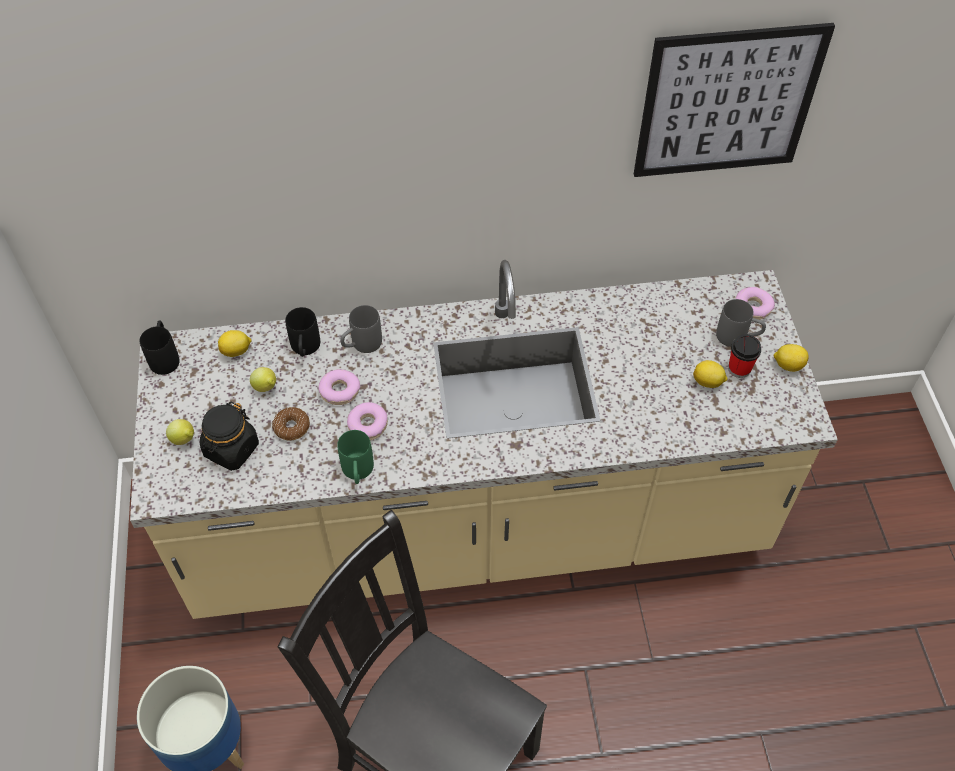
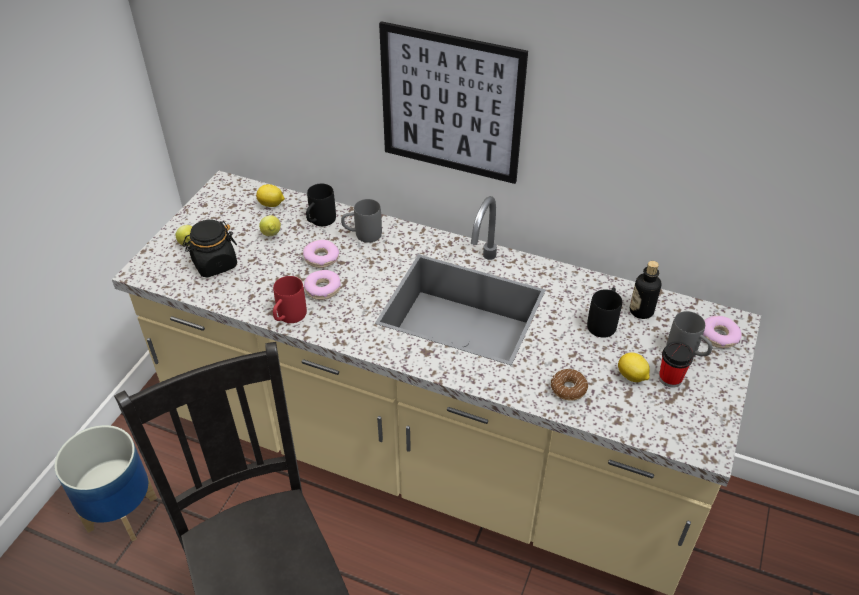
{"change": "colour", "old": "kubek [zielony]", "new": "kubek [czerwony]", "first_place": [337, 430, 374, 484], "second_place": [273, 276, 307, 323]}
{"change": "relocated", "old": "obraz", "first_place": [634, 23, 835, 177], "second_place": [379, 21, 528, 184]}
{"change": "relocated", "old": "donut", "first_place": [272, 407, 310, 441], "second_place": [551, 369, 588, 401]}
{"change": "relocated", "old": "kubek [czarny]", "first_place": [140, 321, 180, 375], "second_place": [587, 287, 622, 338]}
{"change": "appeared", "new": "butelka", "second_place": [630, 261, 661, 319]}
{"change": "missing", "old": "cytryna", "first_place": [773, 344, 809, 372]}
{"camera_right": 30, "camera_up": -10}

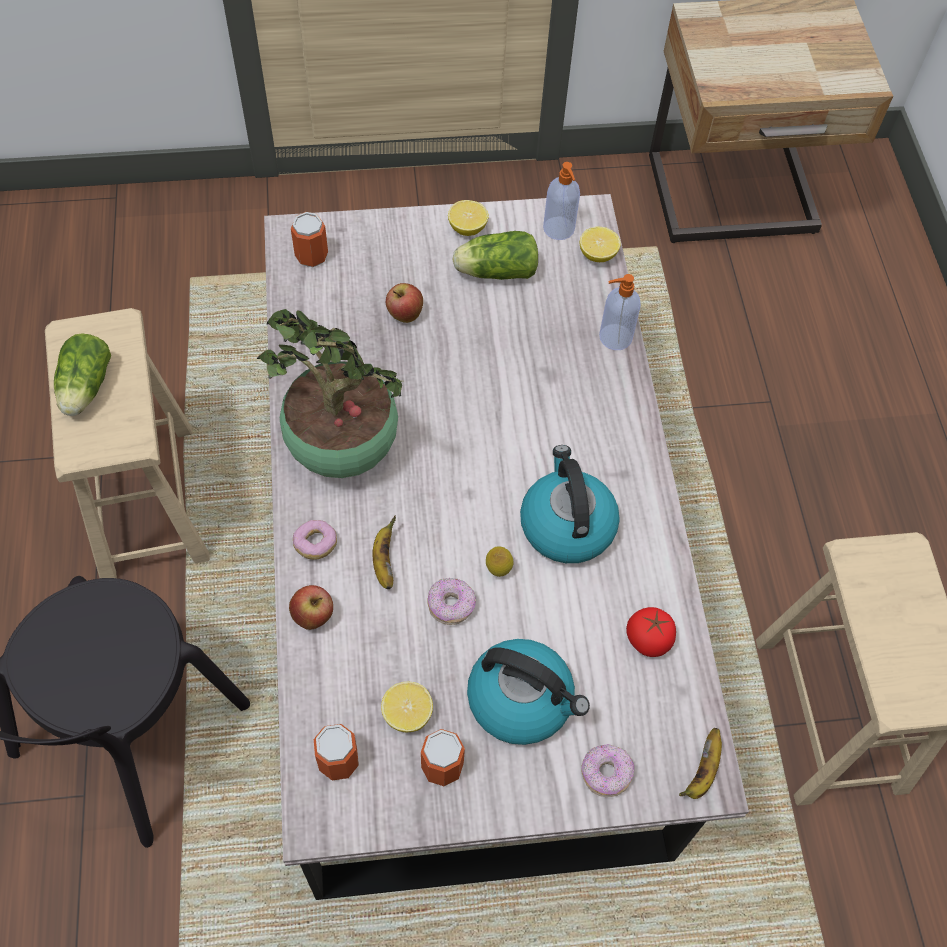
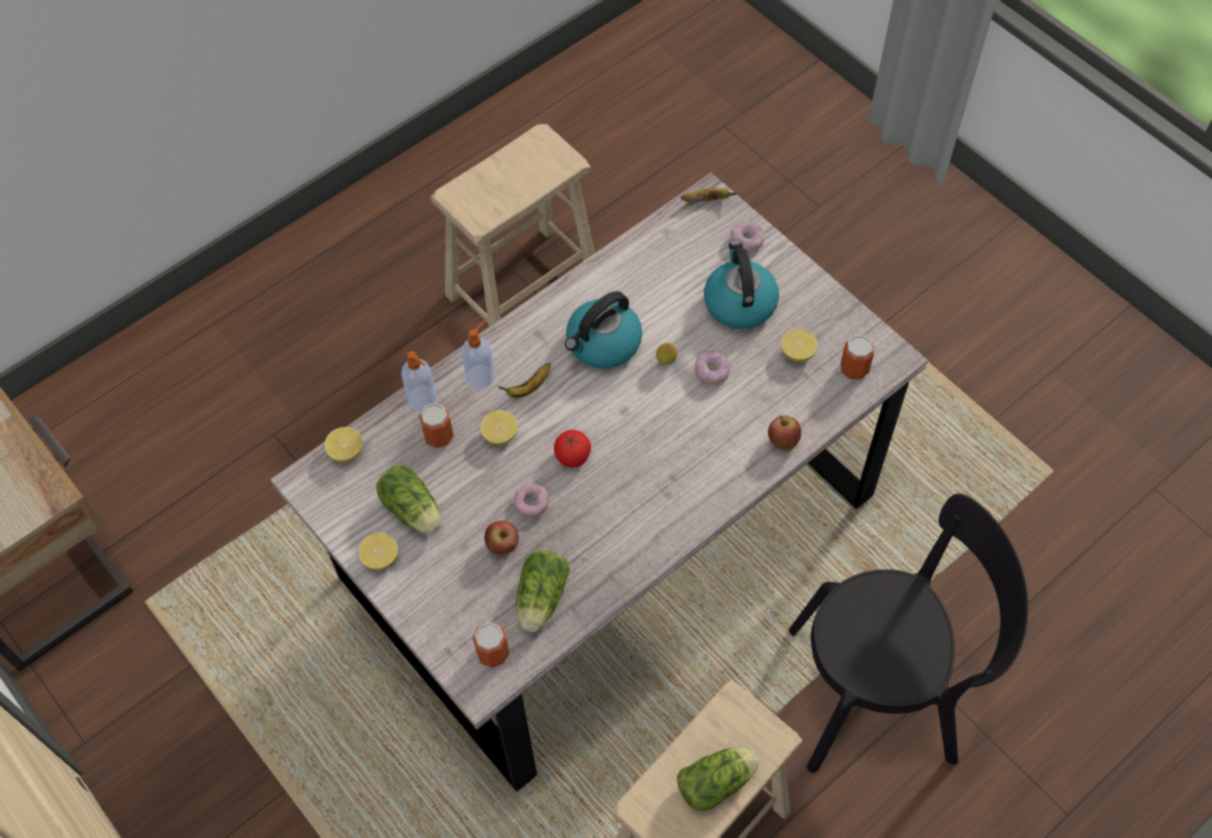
{"change": "relocated", "old": "puszka", "first_place": [421, 729, 465, 786], "second_place": [419, 403, 454, 448]}
{"change": "relocated", "old": "dozownik mydła", "first_place": [543, 162, 580, 240], "second_place": [461, 321, 495, 389]}
{"change": "appeared", "new": "cytryna", "second_place": [480, 410, 518, 445]}
{"change": "relocated", "old": "banan", "first_place": [372, 516, 396, 589], "second_place": [498, 362, 551, 398]}
{"change": "relocated", "old": "donut", "first_place": [293, 520, 337, 560], "second_place": [514, 484, 549, 518]}
{"change": "appeared", "new": "sałata", "second_place": [516, 550, 570, 632]}
{"change": "relocated", "old": "pomidor", "first_place": [626, 607, 676, 657], "second_place": [554, 430, 591, 468]}
{"change": "missing", "old": "roślina doniczkowa", "first_place": [257, 309, 402, 478]}
{"camera_right": -120, "camera_up": 0}

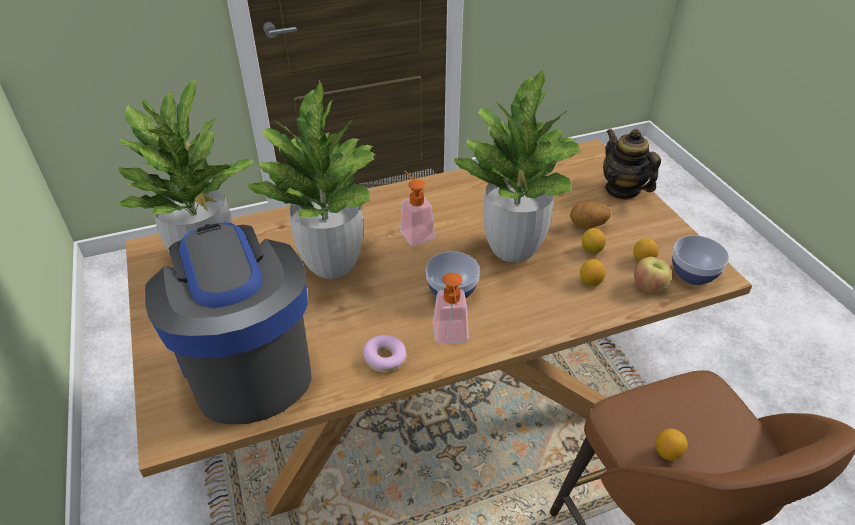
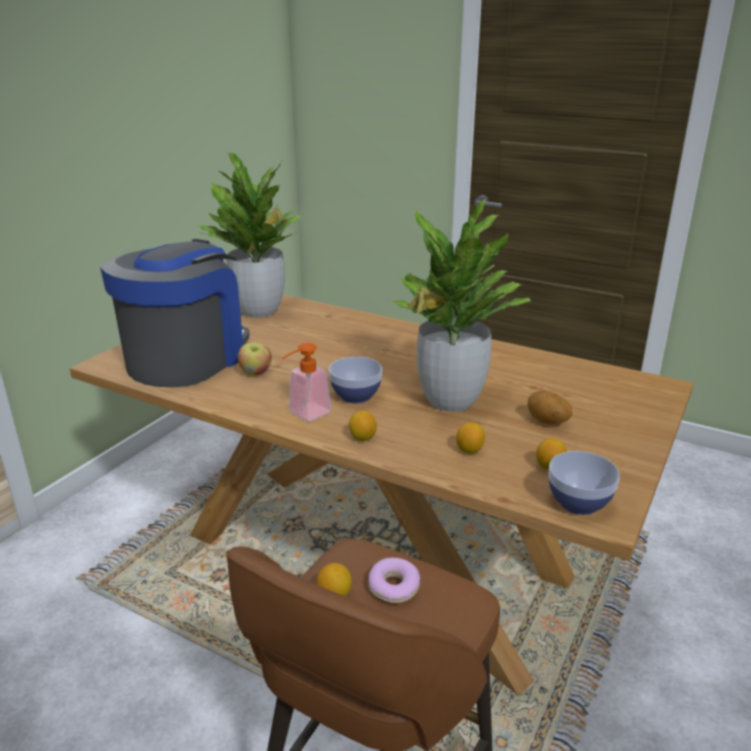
{"change": "relocated", "old": "jabłko", "first_place": [634, 257, 671, 293], "second_place": [238, 342, 272, 376]}
{"change": "relocated", "old": "cytryna", "first_place": [582, 228, 606, 253], "second_place": [349, 411, 377, 441]}
{"change": "relocated", "old": "donut", "first_place": [363, 335, 407, 372], "second_place": [369, 557, 420, 603]}
{"change": "missing", "old": "roślina doniczkowa", "first_place": [246, 80, 375, 279]}
{"change": "missing", "old": "dozownik mydła", "first_place": [400, 170, 435, 246]}
{"change": "missing", "old": "imbryk", "first_place": [603, 129, 661, 199]}
{"camera_right": 50, "camera_up": -15}

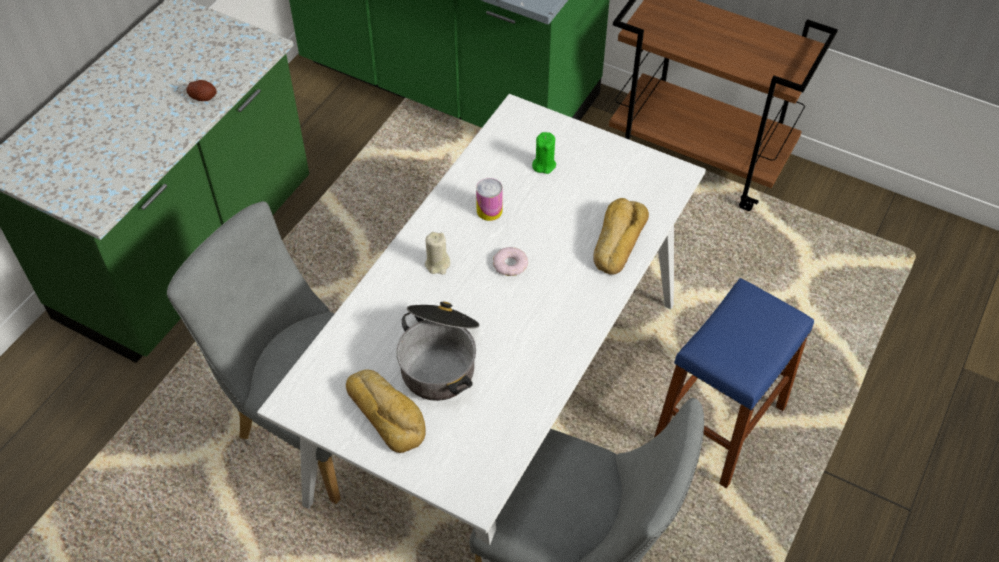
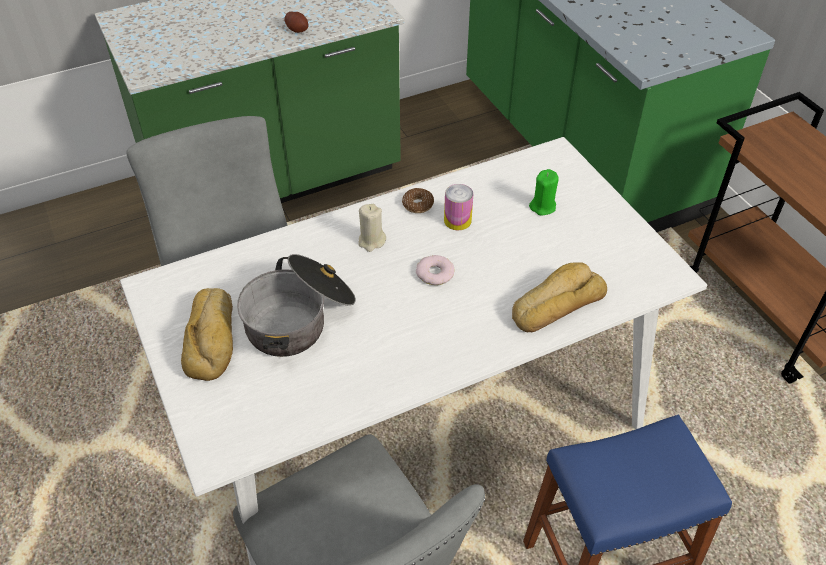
{"change": "appeared", "new": "donut", "second_place": [402, 188, 434, 213]}
{"camera_right": 35, "camera_up": -5}

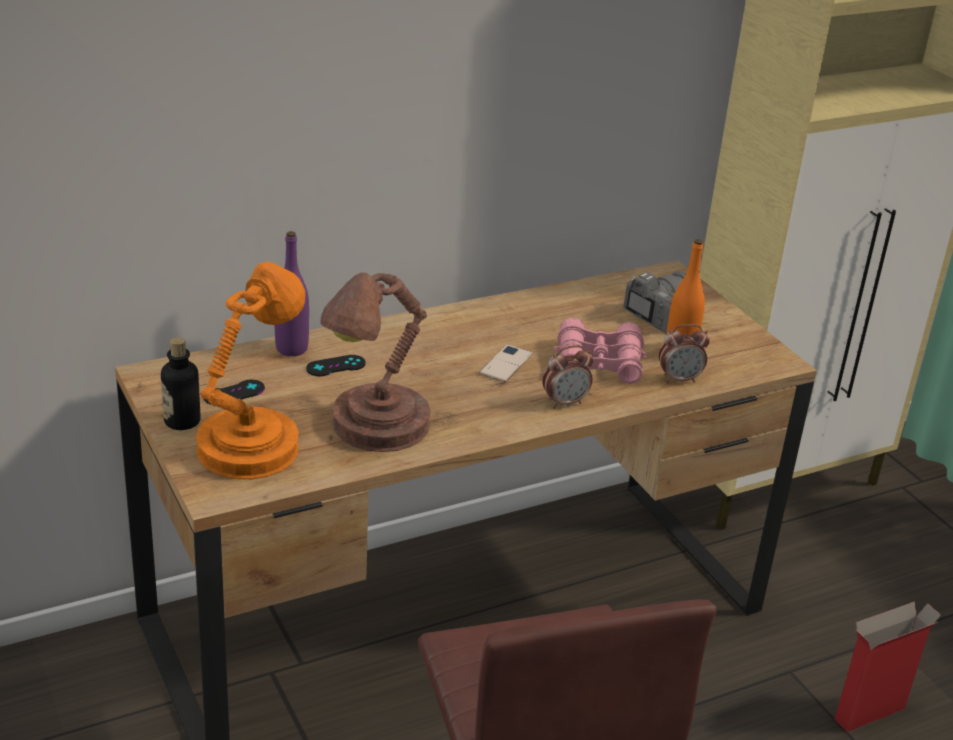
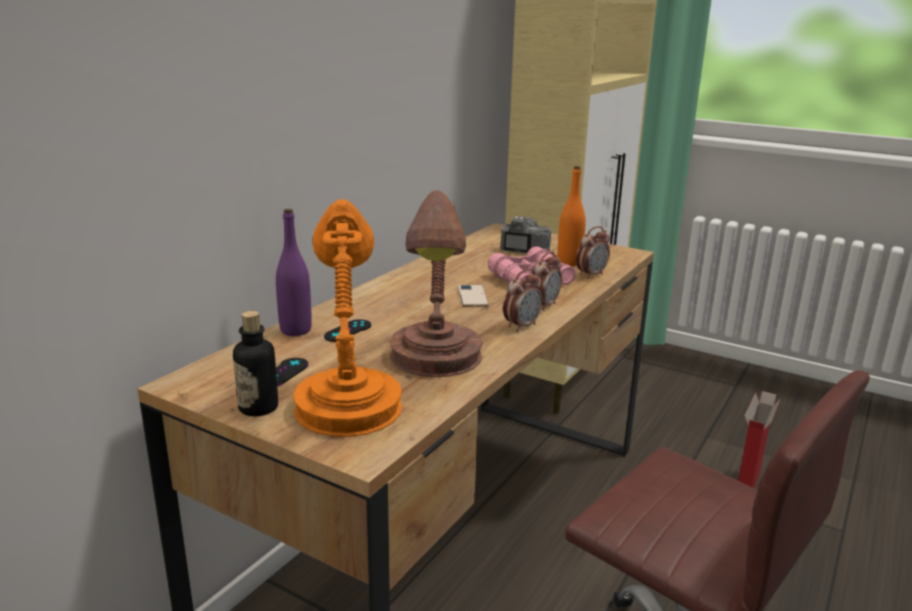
{"change": "appeared", "new": "budzik", "second_place": [503, 269, 543, 332]}
{"camera_right": -30, "camera_up": -10}

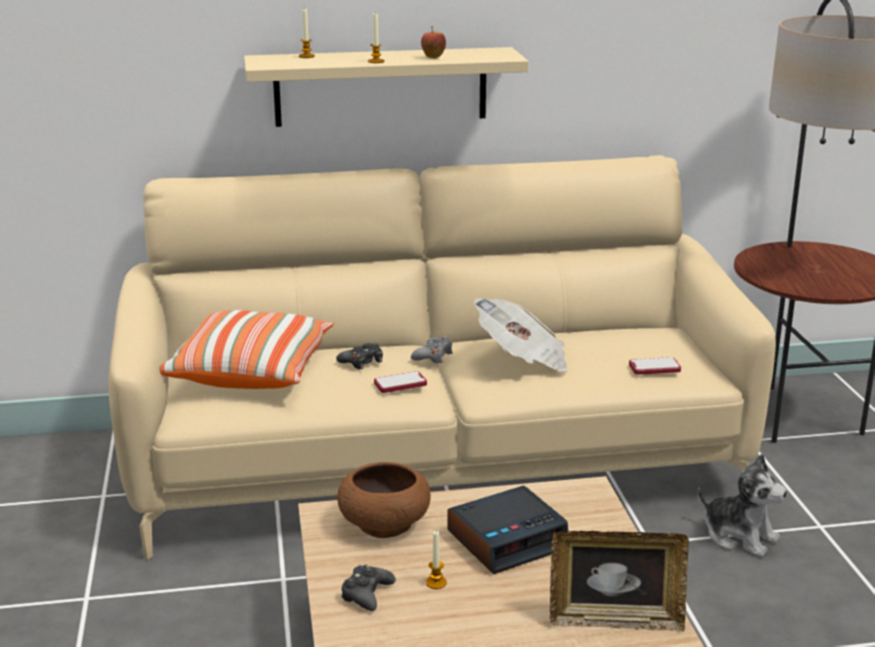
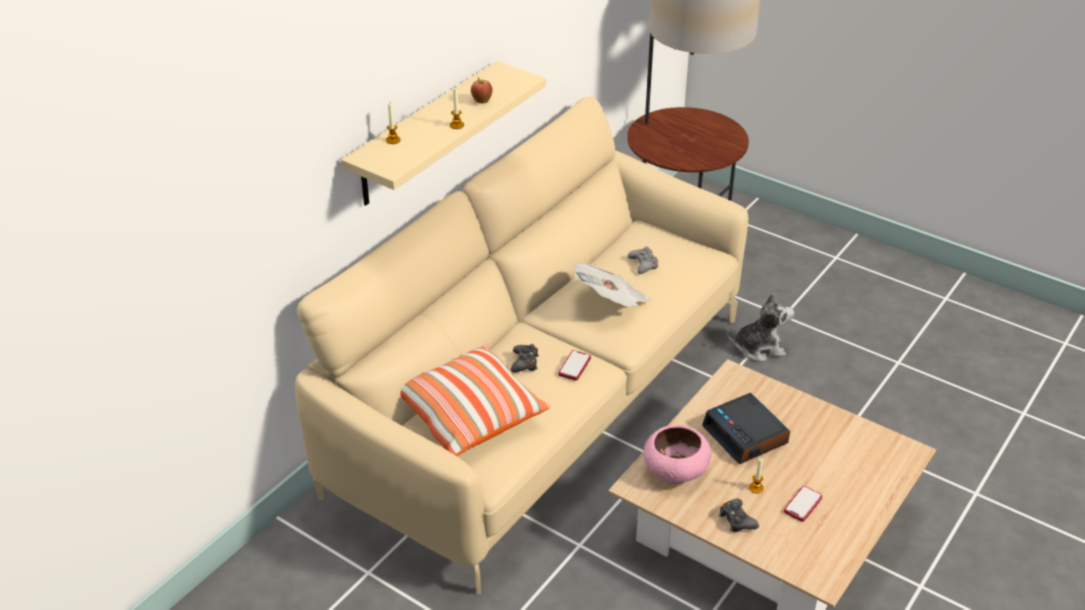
{"change": "relocated", "old": "pad do gier [szary]", "first_place": [411, 336, 453, 364], "second_place": [628, 246, 658, 274]}
{"change": "colour", "old": "miska [brązowy]", "new": "miska [różowy]", "first_place": [337, 462, 431, 538], "second_place": [644, 425, 711, 484]}
{"change": "spun", "old": "budzik", "first_place": [447, 485, 568, 574], "second_place": [702, 393, 790, 464], "degrees": 135}
{"change": "relocated", "old": "telefon", "first_place": [629, 357, 681, 375], "second_place": [784, 486, 822, 522]}
{"change": "missing", "old": "ramka na zdjęcie", "first_place": [549, 531, 689, 632]}
{"camera_right": -45, "camera_up": 15}

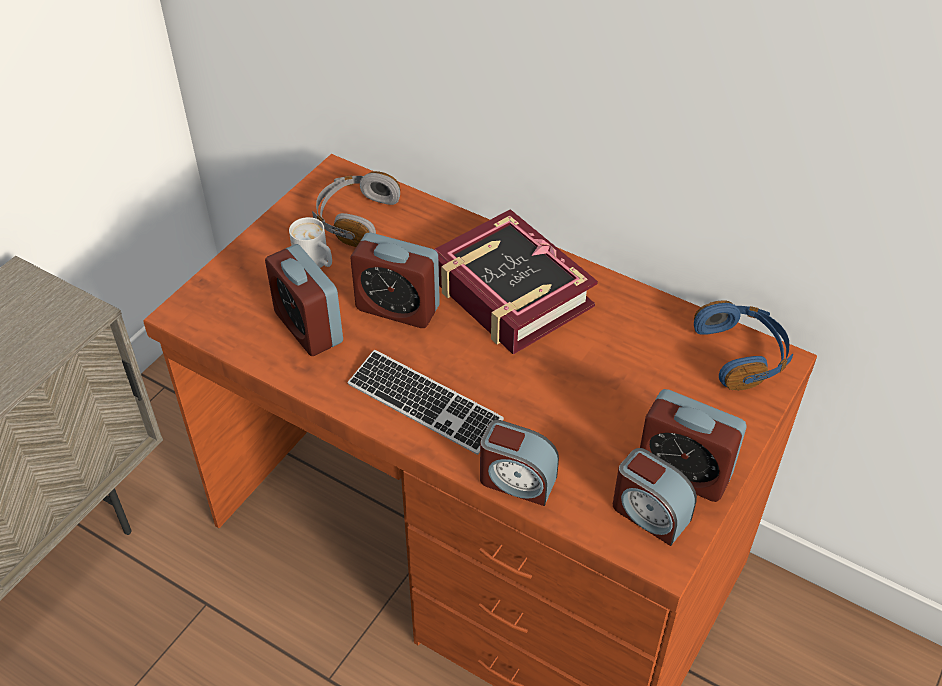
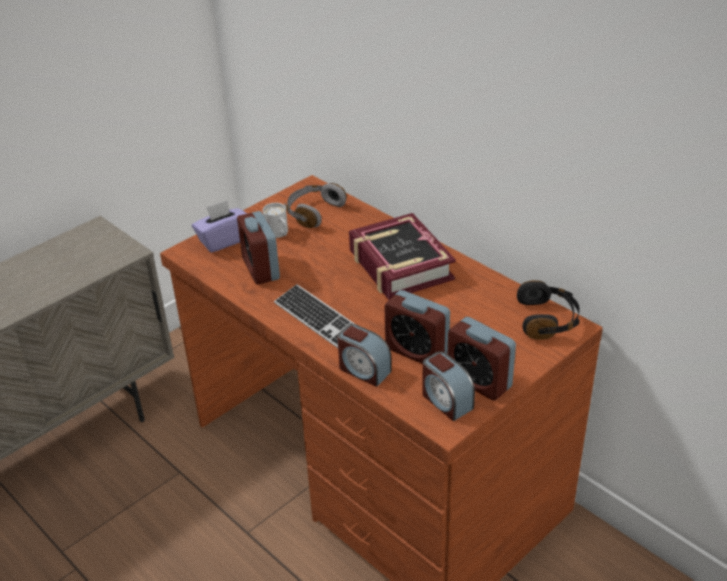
{"change": "appeared", "new": "pudełko chusteczek [fioletowy]", "second_place": [192, 200, 248, 252]}
{"change": "relocated", "old": "budzik", "first_place": [350, 232, 440, 328], "second_place": [385, 290, 450, 364]}
{"change": "colour", "old": "słuchawki [niebieski]", "new": "słuchawki [czarny]", "first_place": [694, 300, 793, 391], "second_place": [517, 280, 580, 340]}
{"camera_right": 15, "camera_up": -10}

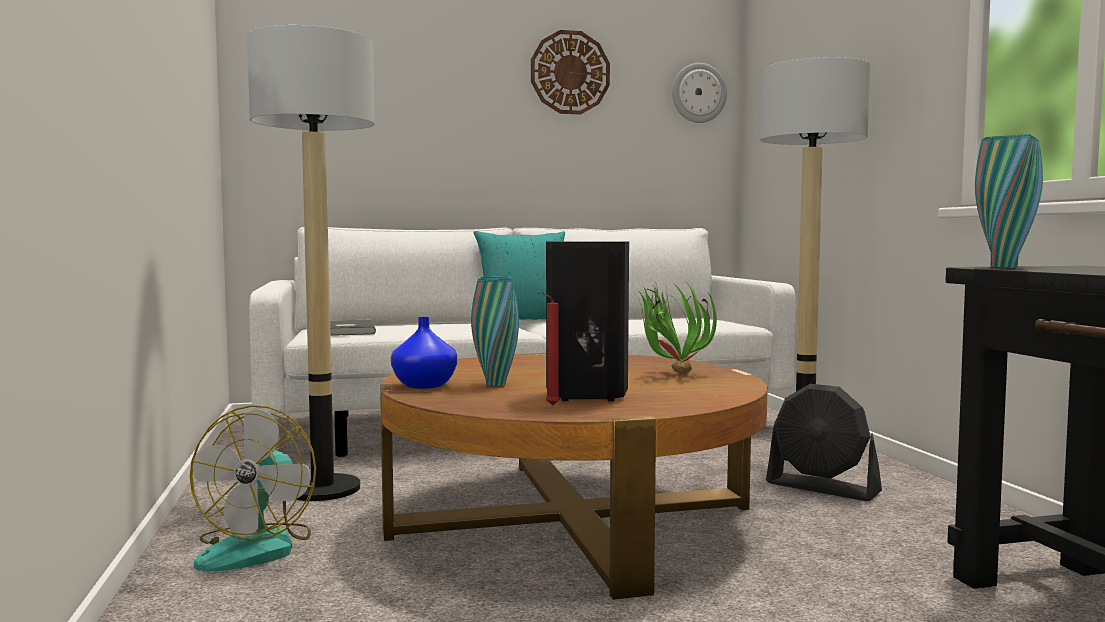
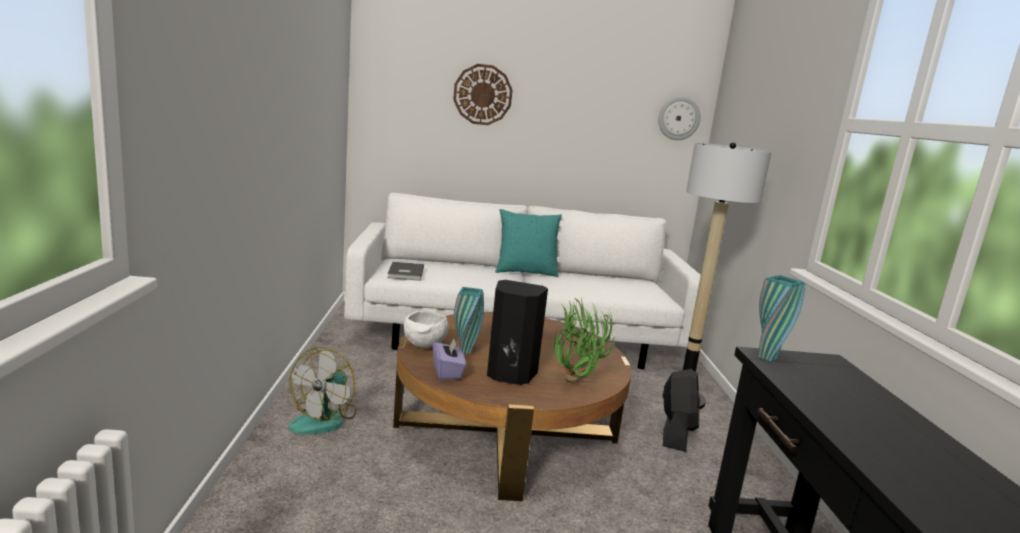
{"change": "exchanged", "old": "wazon [niebieski]", "new": "miska [biały]", "first_place": [391, 317, 457, 389], "second_place": [403, 310, 448, 348]}
{"change": "appeared", "new": "pudełko chusteczek [fioletowy]", "second_place": [433, 338, 466, 380]}
{"change": "relocated", "old": "zegar ścienny", "first_place": [531, 30, 610, 114], "second_place": [453, 64, 513, 125]}
{"change": "appeared", "new": "roślina doniczkowa", "second_place": [554, 318, 615, 383]}
{"change": "spun", "old": "wentylator [czarny]", "first_place": [766, 384, 882, 501], "second_place": [663, 369, 700, 452], "degrees": -120}
{"change": "missing", "old": "lampa stojąca", "first_place": [247, 25, 375, 501]}
{"change": "missing", "old": "świeca [czerwony]", "first_place": [541, 292, 560, 405]}
{"camera_right": 10, "camera_up": 10}

